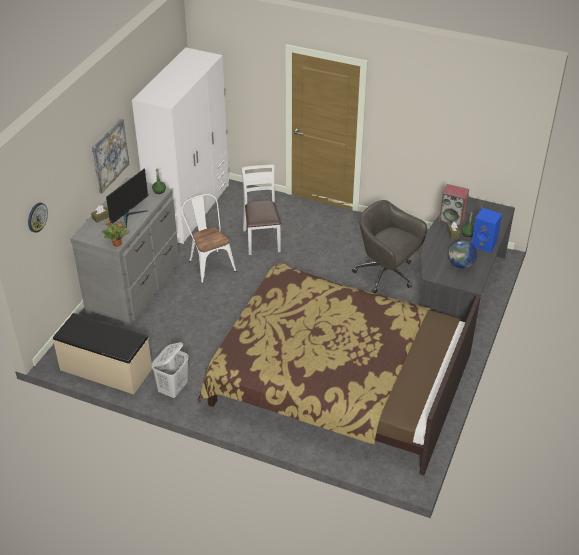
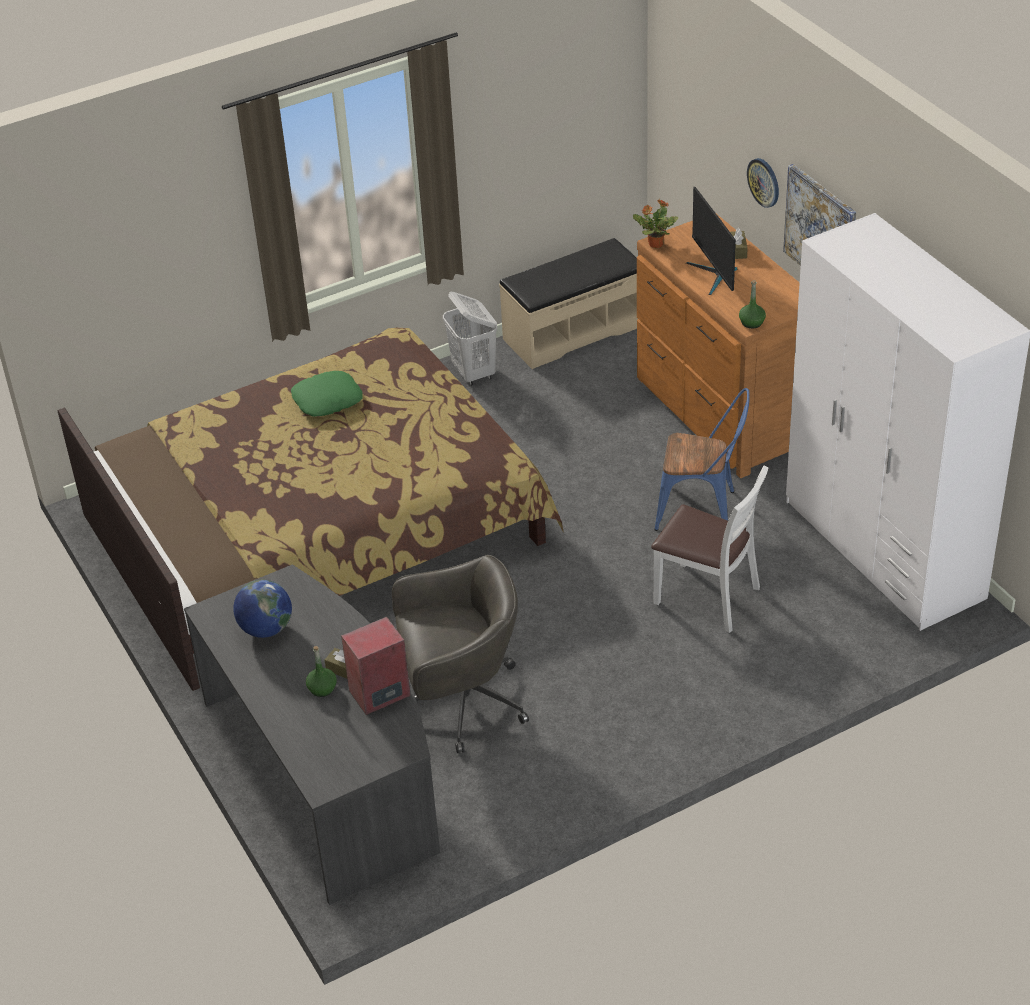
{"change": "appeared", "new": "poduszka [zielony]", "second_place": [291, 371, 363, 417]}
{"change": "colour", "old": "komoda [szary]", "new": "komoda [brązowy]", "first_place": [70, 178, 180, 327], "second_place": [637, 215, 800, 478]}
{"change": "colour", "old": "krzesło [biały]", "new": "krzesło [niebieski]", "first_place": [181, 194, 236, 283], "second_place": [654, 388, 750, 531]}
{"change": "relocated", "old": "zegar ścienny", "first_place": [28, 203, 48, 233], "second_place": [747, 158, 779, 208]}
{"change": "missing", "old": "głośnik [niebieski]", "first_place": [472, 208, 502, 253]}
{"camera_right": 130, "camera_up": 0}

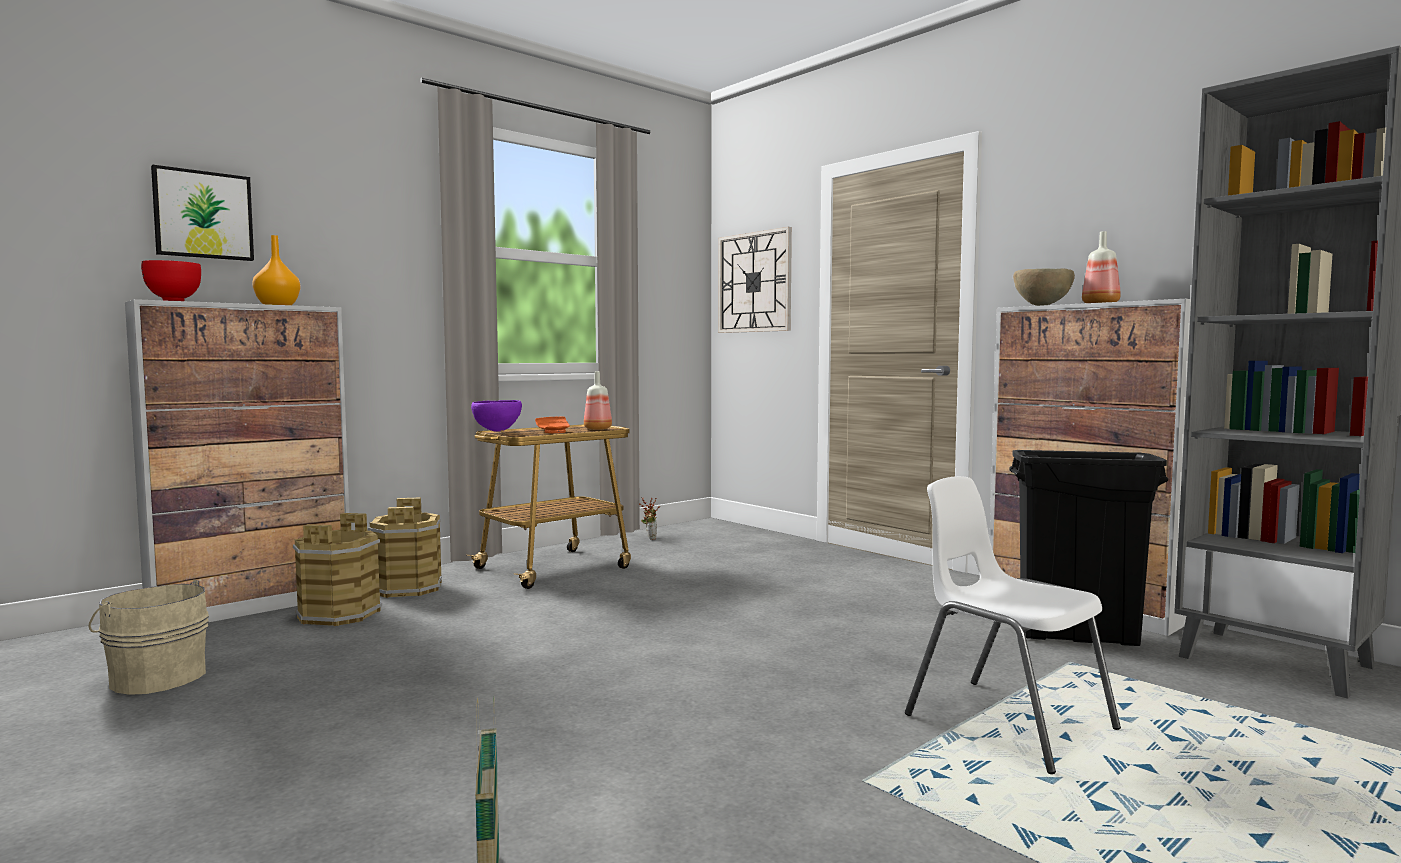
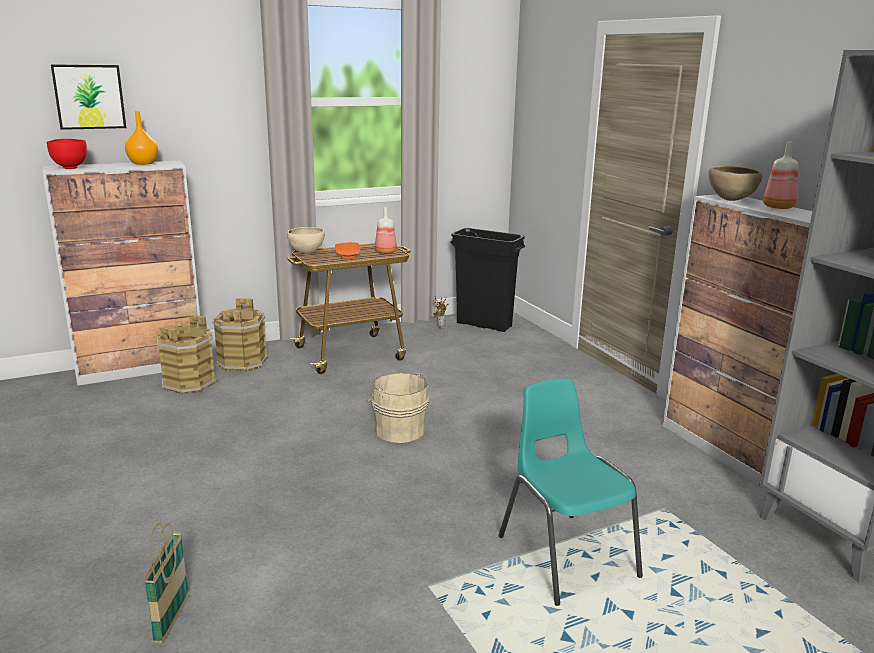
{"change": "colour", "old": "miska [fioletowy]", "new": "miska [beżowy]", "first_place": [471, 400, 522, 432], "second_place": [287, 227, 325, 254]}
{"change": "relocated", "old": "wiadro [beżowy]", "first_place": [89, 580, 209, 695], "second_place": [366, 372, 429, 443]}
{"change": "relocated", "old": "kosz na śmieci [czarny]", "first_place": [1009, 450, 1168, 646], "second_place": [451, 228, 525, 332]}
{"change": "colour", "old": "krzesło [biały]", "new": "krzesło [turkusowy]", "first_place": [905, 476, 1121, 774], "second_place": [498, 378, 643, 606]}
{"change": "missing", "old": "zegar ścienny", "first_place": [718, 227, 792, 333]}
{"camera_right": 15, "camera_up": 15}

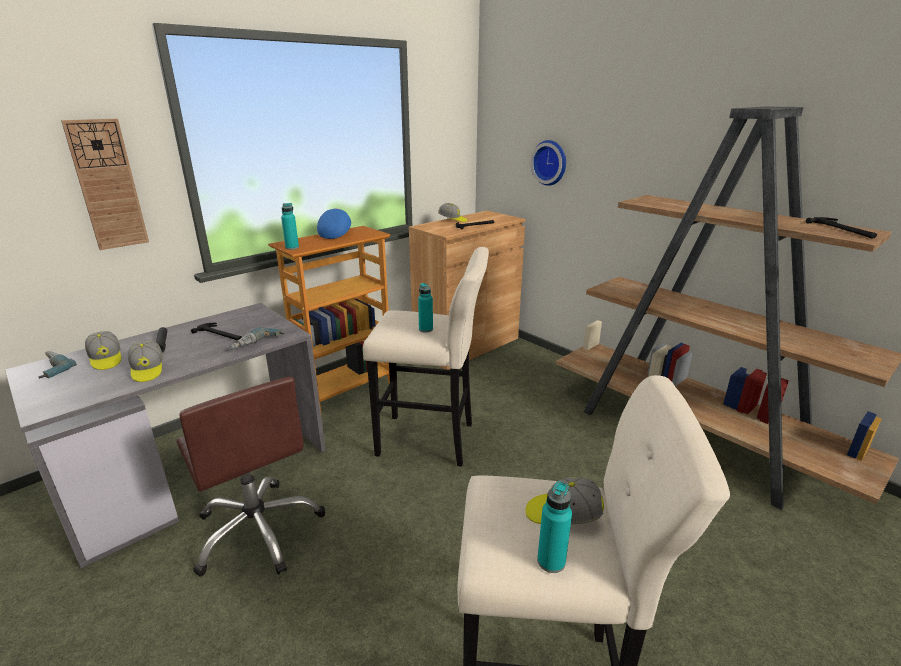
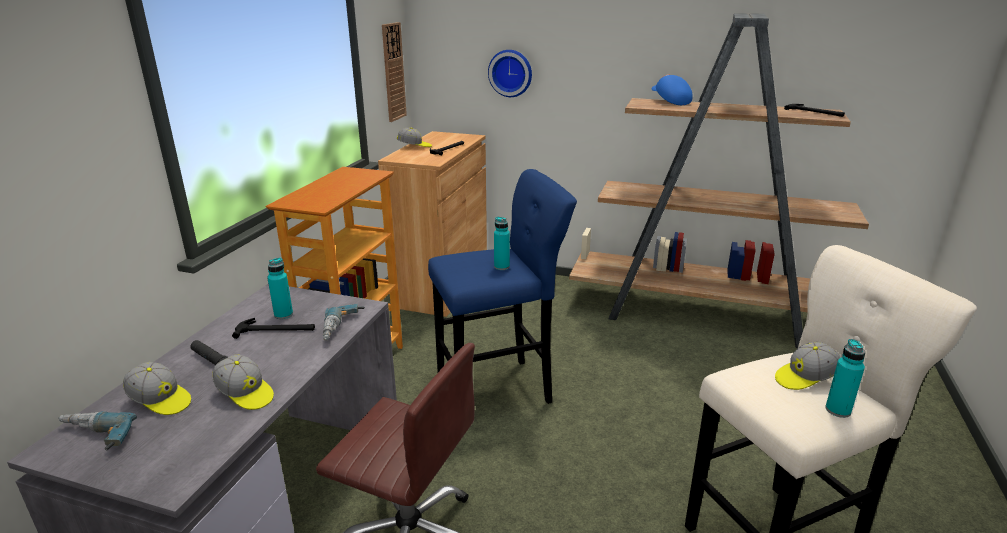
{"change": "relocated", "old": "butelka [turkusowy]", "first_place": [281, 203, 299, 250], "second_place": [267, 258, 293, 319]}
{"change": "relocated", "old": "zegar ścienny", "first_place": [61, 119, 149, 250], "second_place": [382, 22, 407, 122]}
{"change": "colour", "old": "stołek [beżowy]", "new": "stołek [niebieski]", "first_place": [363, 247, 489, 466], "second_place": [428, 169, 577, 404]}
{"change": "relocated", "old": "czapka z daszkiem [niebieski]", "first_place": [317, 208, 351, 239], "second_place": [651, 74, 693, 105]}
{"camera_right": -30, "camera_up": 0}

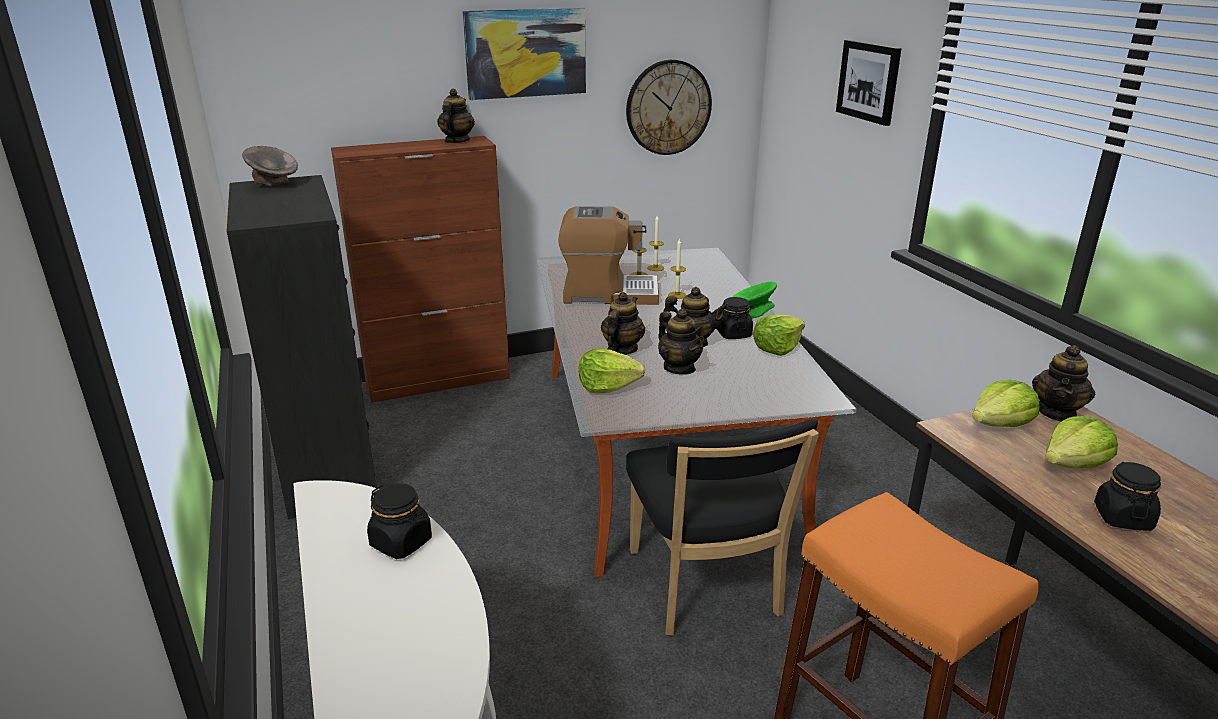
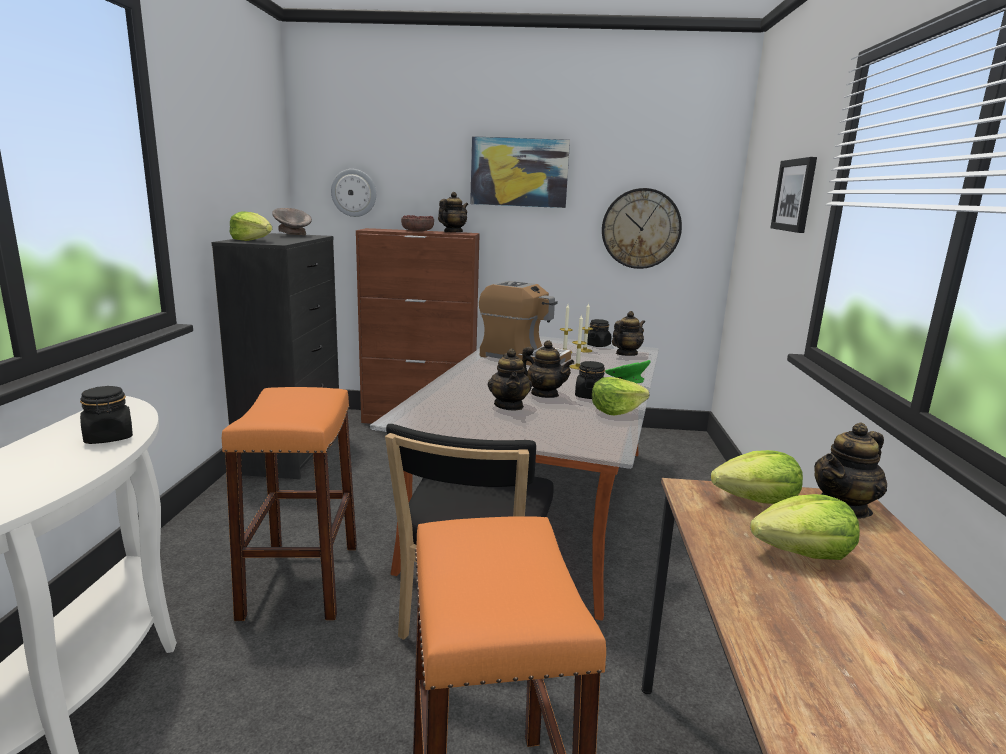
{"change": "appeared", "new": "stołek [pomarańczowy]", "second_place": [222, 387, 357, 621]}
{"change": "relocated", "old": "sałata", "first_place": [579, 348, 645, 394], "second_place": [229, 211, 272, 241]}
{"change": "appeared", "new": "zegar ścienny", "second_place": [331, 169, 376, 217]}
{"change": "appeared", "new": "miska", "second_place": [401, 215, 434, 231]}
{"change": "relocated", "old": "słoik [czarny]", "first_place": [1094, 462, 1161, 531], "second_place": [587, 319, 611, 347]}
{"change": "relocated", "old": "imbryk", "first_place": [601, 292, 646, 355], "second_place": [612, 311, 645, 356]}
{"camera_right": 25, "camera_up": -10}

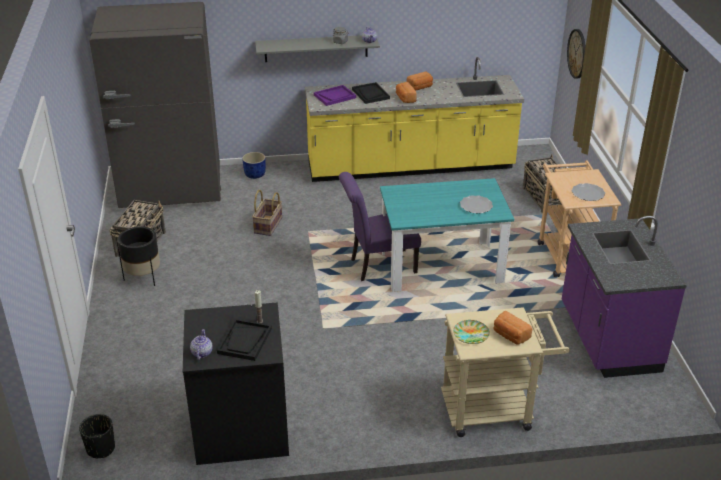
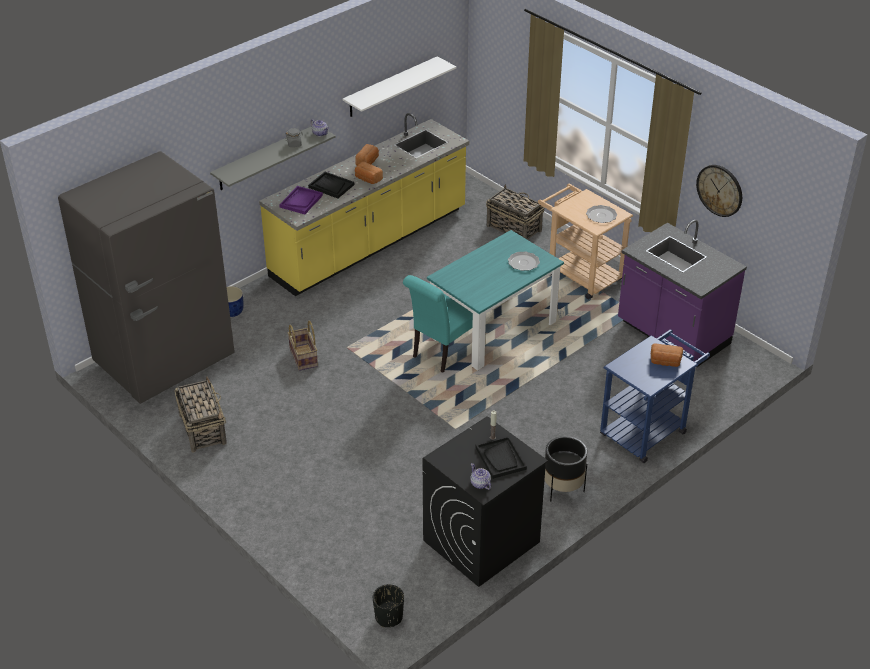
{"change": "appeared", "new": "półka [biały]", "second_place": [342, 56, 456, 117]}
{"change": "colour", "old": "krzesło [fioletowy]", "new": "krzesło [turkusowy]", "first_place": [339, 172, 421, 281], "second_place": [403, 275, 473, 373]}
{"change": "relocated", "old": "donica [czarny]", "first_place": [118, 226, 160, 286], "second_place": [545, 436, 587, 502]}
{"change": "colour", "old": "wózek [beżowy]", "new": "wózek [niebieski]", "first_place": [441, 307, 570, 437], "second_place": [600, 329, 710, 463]}
{"change": "relocated", "old": "zegar ścienny", "first_place": [567, 29, 586, 79], "second_place": [696, 165, 742, 217]}
{"change": "missing", "old": "talerz", "first_place": [453, 320, 490, 344]}
{"camera_right": -35, "camera_up": 5}

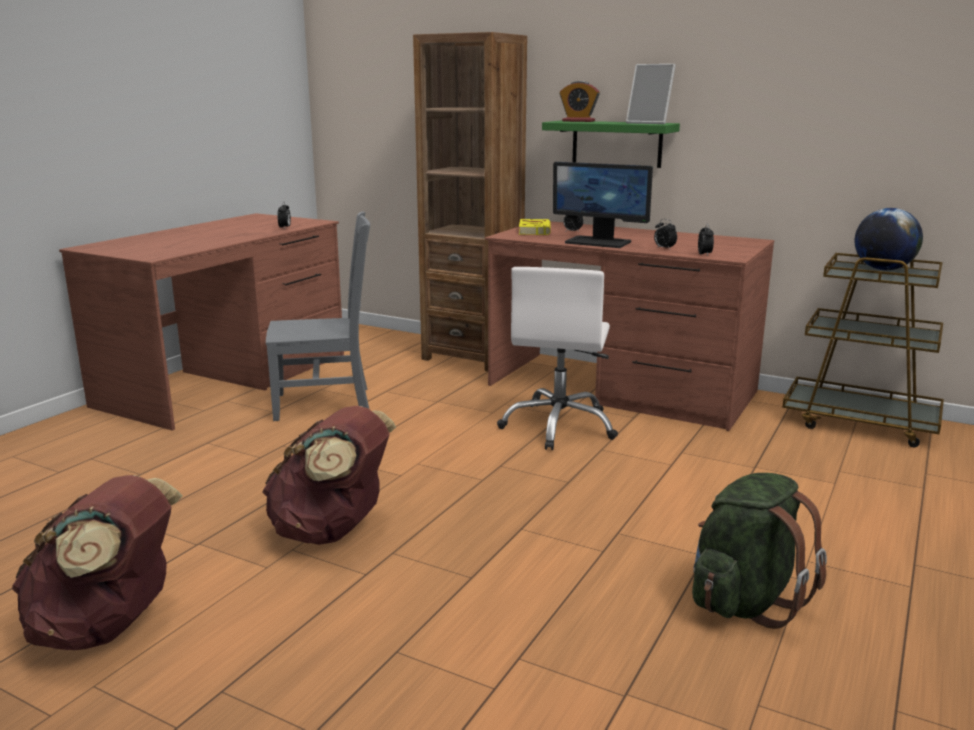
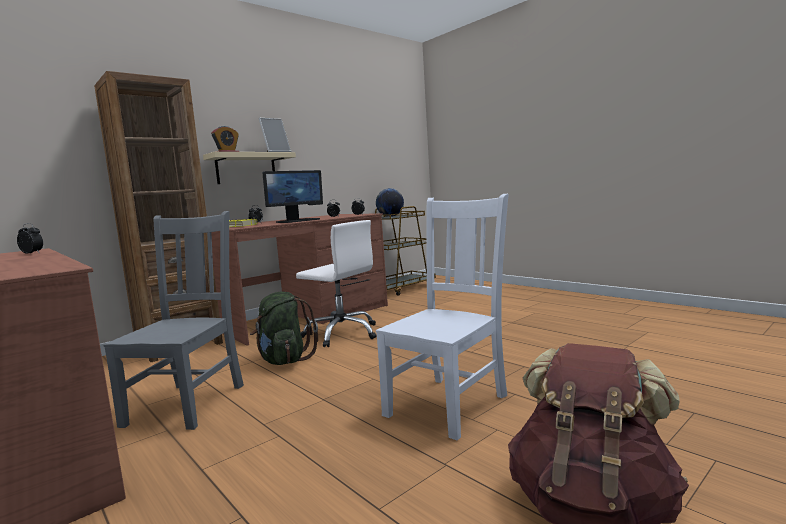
{"change": "colour", "old": "półka [zielony]", "new": "półka [beżowy]", "first_place": [542, 121, 680, 168], "second_place": [203, 152, 296, 184]}
{"change": "relocated", "old": "plecak [zielony]", "first_place": [692, 473, 827, 629], "second_place": [250, 292, 318, 365]}
{"change": "exchanged", "old": "plecak [brązowy]", "new": "krzesło [biały]", "first_place": [263, 406, 396, 545], "second_place": [376, 194, 509, 441]}
{"camera_right": -70, "camera_up": -10}

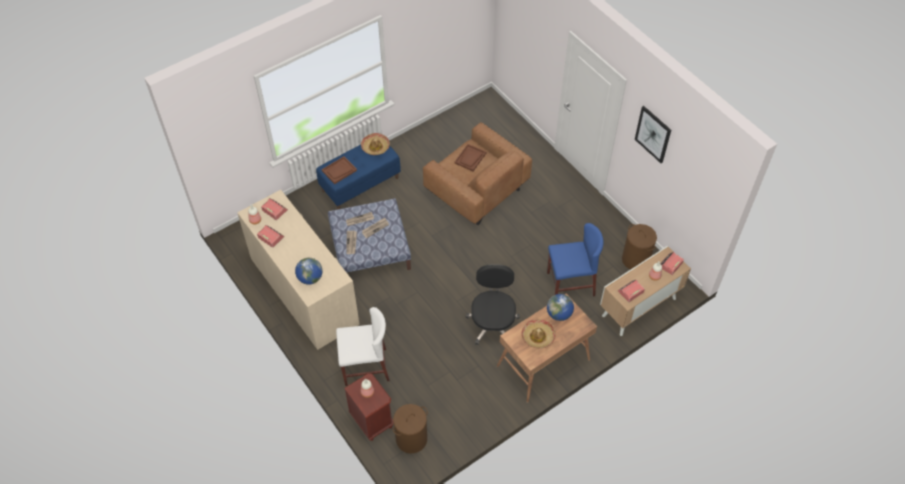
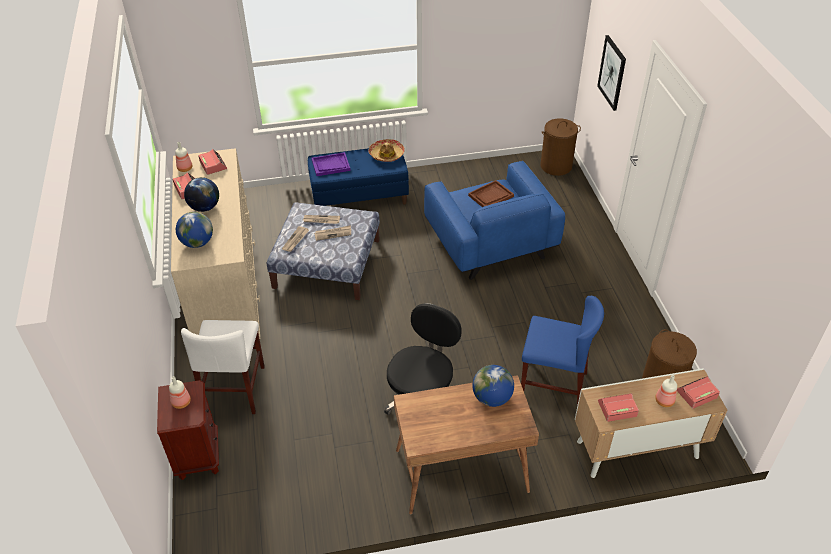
{"change": "spun", "old": "krzesło [biały]", "first_place": [336, 307, 390, 386], "second_place": [181, 320, 265, 414], "degrees": 75}
{"change": "appeared", "new": "globus", "second_place": [184, 177, 219, 212]}
{"change": "colour", "old": "taca [brązowy]", "new": "taca [fioletowy]", "first_place": [322, 156, 357, 184], "second_place": [312, 152, 350, 176]}
{"change": "colour", "old": "fotel [brązowy]", "new": "fotel [niebieski]", "first_place": [423, 122, 532, 225], "second_place": [424, 161, 565, 280]}
{"change": "relocated", "old": "kosz na pranie [brązowy]", "first_place": [393, 404, 428, 453], "second_place": [540, 118, 581, 176]}
{"change": "relocated", "old": "obraz", "first_place": [635, 106, 671, 163], "second_place": [597, 35, 626, 111]}
{"change": "missing", "old": "kapelusz", "first_place": [521, 319, 556, 349]}
{"camera_right": 25, "camera_up": -10}

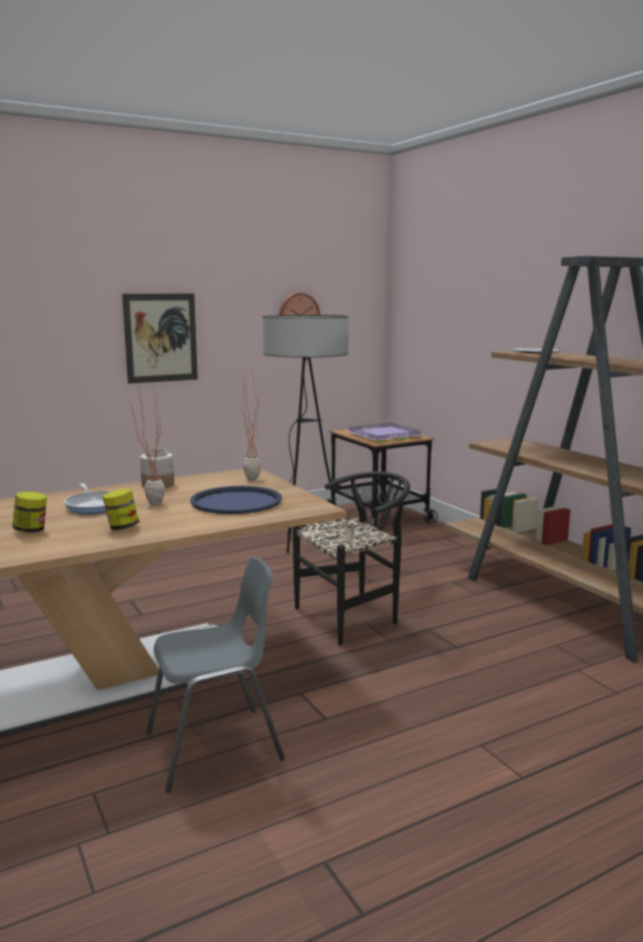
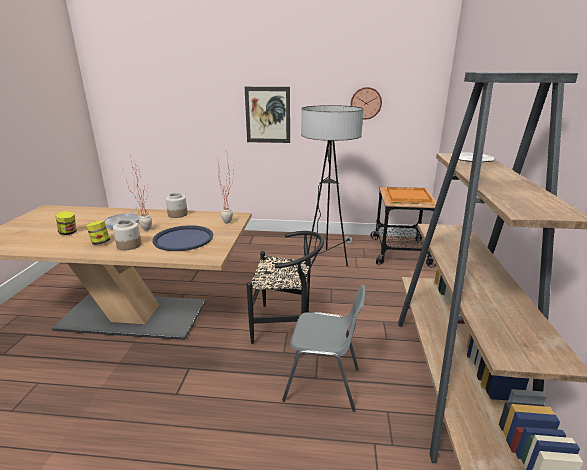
{"change": "appeared", "new": "słoik", "second_place": [113, 219, 141, 250]}
{"change": "relocated", "old": "krzesło [szary]", "first_place": [146, 556, 285, 793], "second_place": [282, 285, 365, 412]}
{"change": "colour", "old": "taca [fioletowy]", "new": "taca [pomarańczowy]", "first_place": [345, 423, 425, 442], "second_place": [384, 187, 435, 204]}
{"camera_right": 35, "camera_up": 10}

